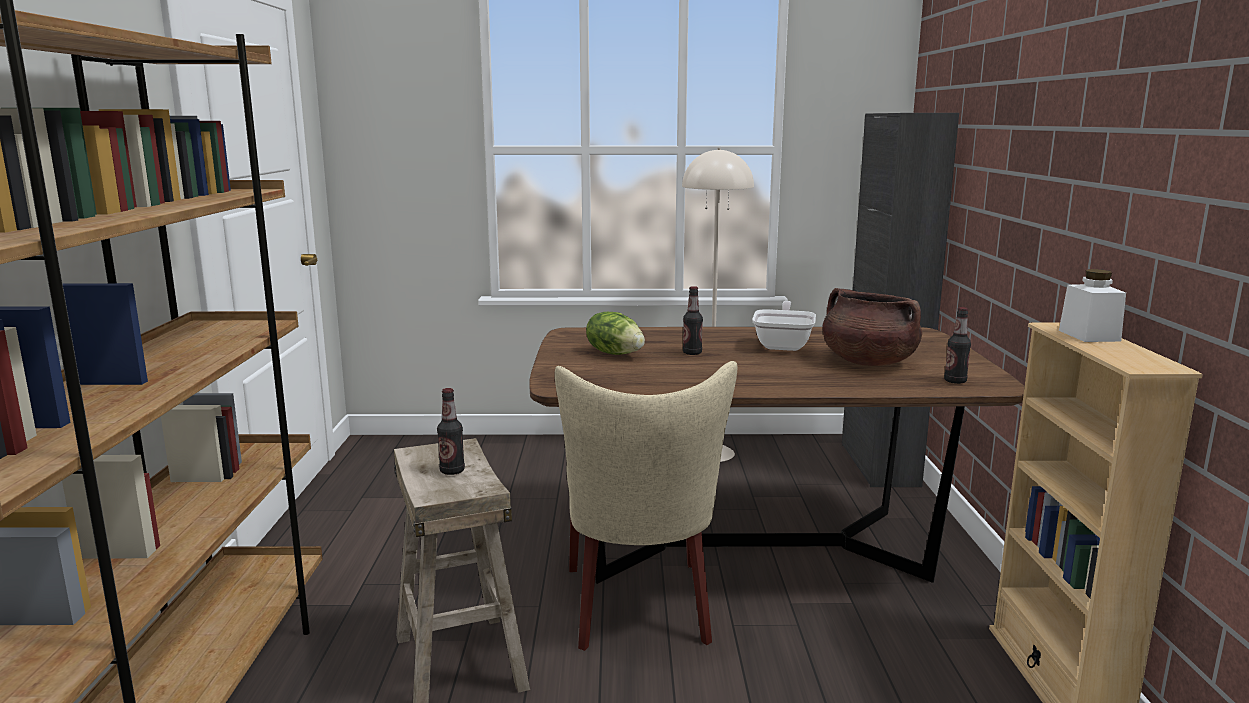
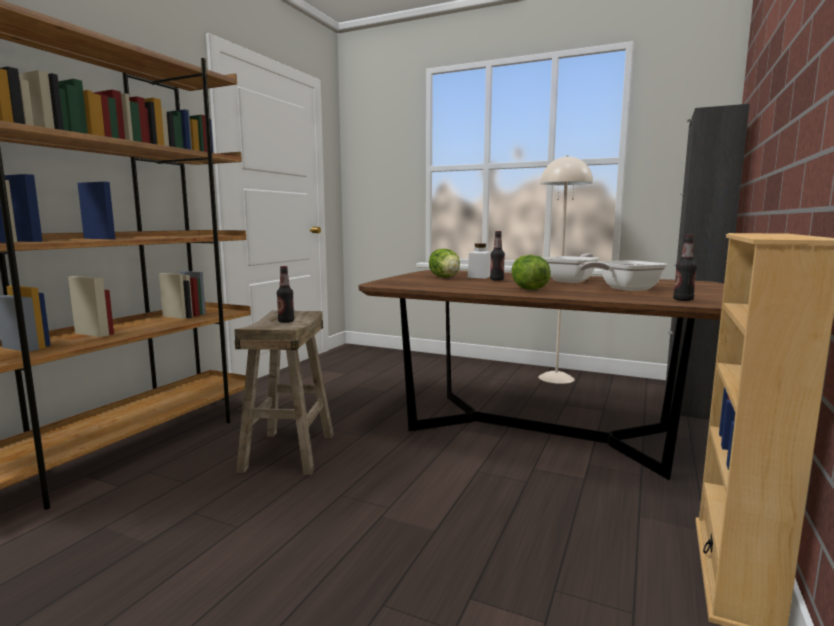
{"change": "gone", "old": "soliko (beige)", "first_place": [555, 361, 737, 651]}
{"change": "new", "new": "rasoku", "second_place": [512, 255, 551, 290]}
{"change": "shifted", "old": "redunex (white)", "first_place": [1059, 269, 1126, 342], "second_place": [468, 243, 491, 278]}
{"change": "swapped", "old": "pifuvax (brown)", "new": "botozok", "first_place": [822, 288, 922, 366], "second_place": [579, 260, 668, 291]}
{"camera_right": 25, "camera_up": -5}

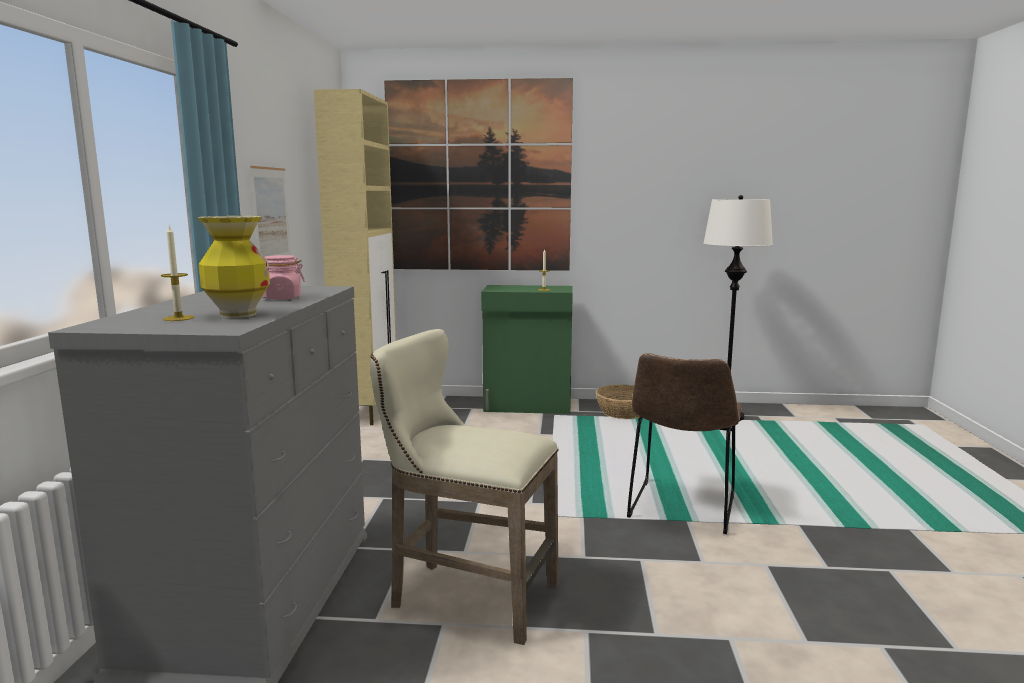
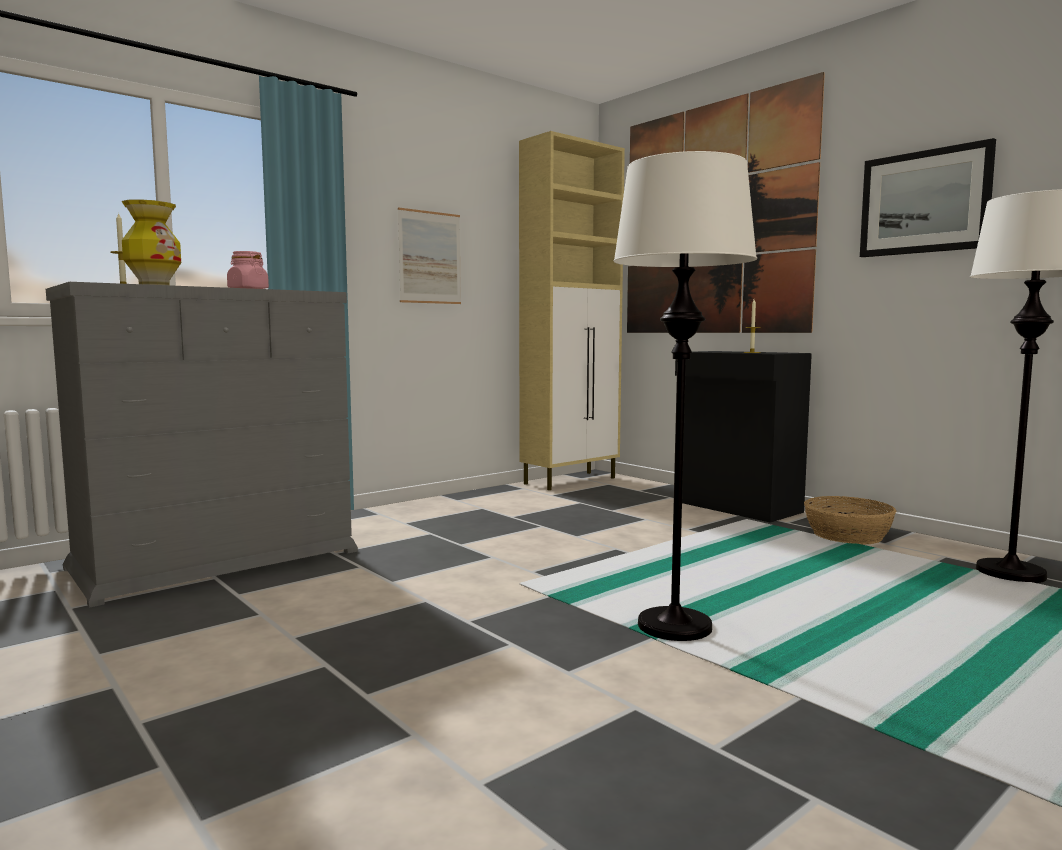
{"change": "gone", "old": "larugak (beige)", "first_place": [370, 329, 559, 645]}
{"change": "new", "new": "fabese", "second_place": [860, 138, 996, 257]}
{"change": "swapped", "old": "soliko (brown)", "new": "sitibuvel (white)", "first_place": [627, 353, 742, 534], "second_place": [613, 151, 757, 641]}
{"change": "repainted", "old": "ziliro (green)", "new": "ziliro (black)", "first_place": [481, 285, 573, 414], "second_place": [675, 351, 812, 523]}
{"camera_right": 45, "camera_up": -5}

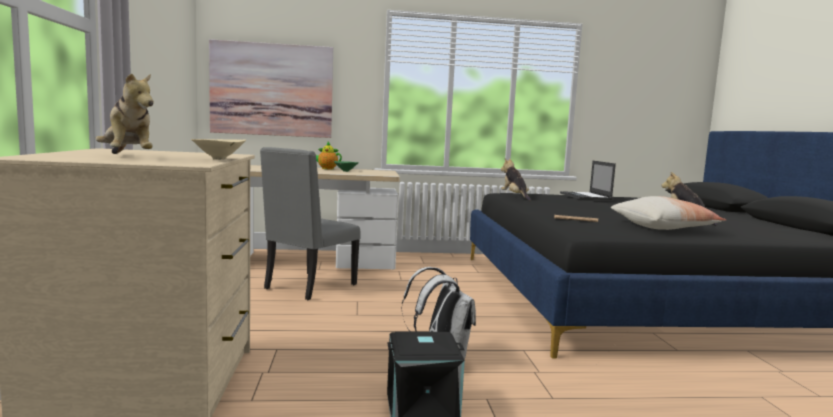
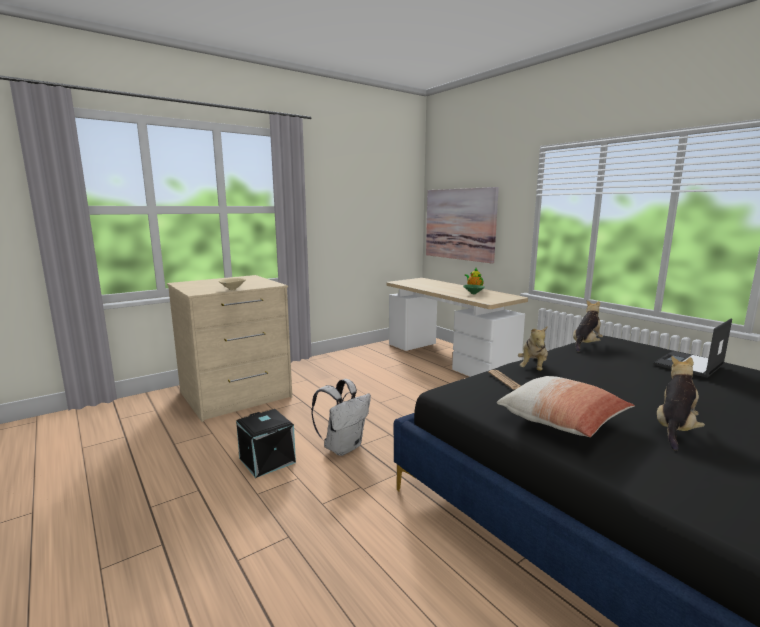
{"change": "gone", "old": "soliko (grey)", "first_place": [260, 147, 360, 300]}
{"change": "shifted", "old": "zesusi", "first_place": [95, 74, 154, 154], "second_place": [518, 326, 548, 371]}
{"camera_right": 60, "camera_up": 5}

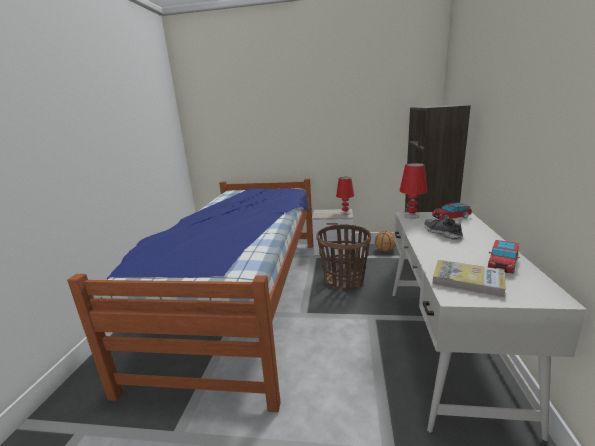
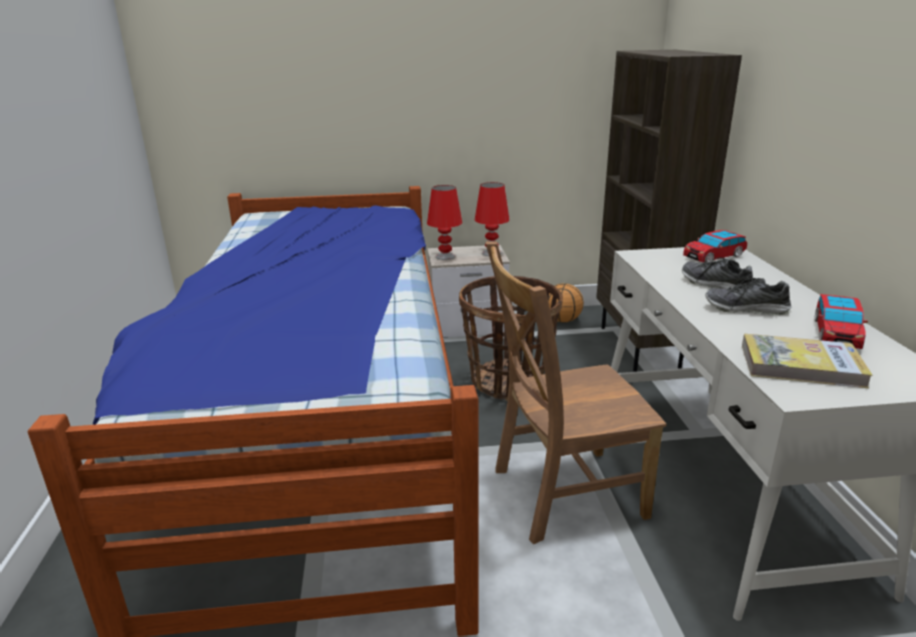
{"change": "new", "new": "soliko (brown)", "second_place": [486, 242, 666, 544]}
{"change": "new", "new": "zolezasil", "second_place": [706, 278, 791, 316]}
{"change": "shifted", "old": "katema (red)", "first_place": [399, 163, 428, 219], "second_place": [427, 185, 462, 260]}
{"camera_right": -15, "camera_up": 5}

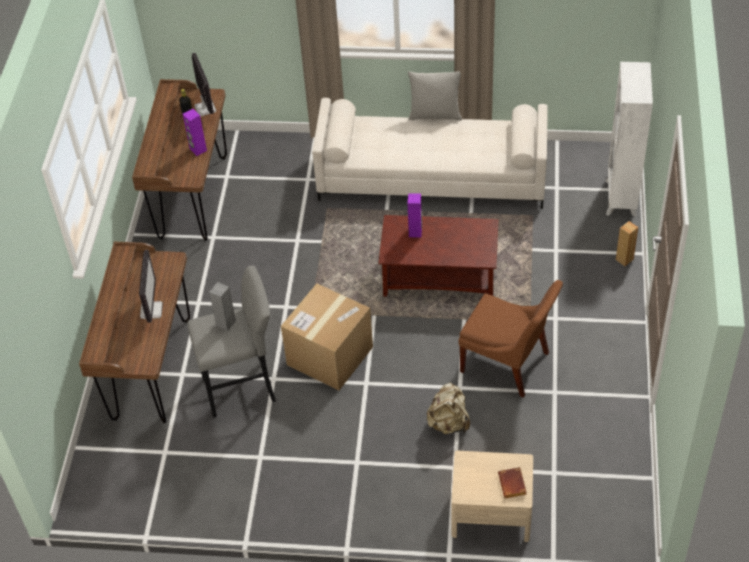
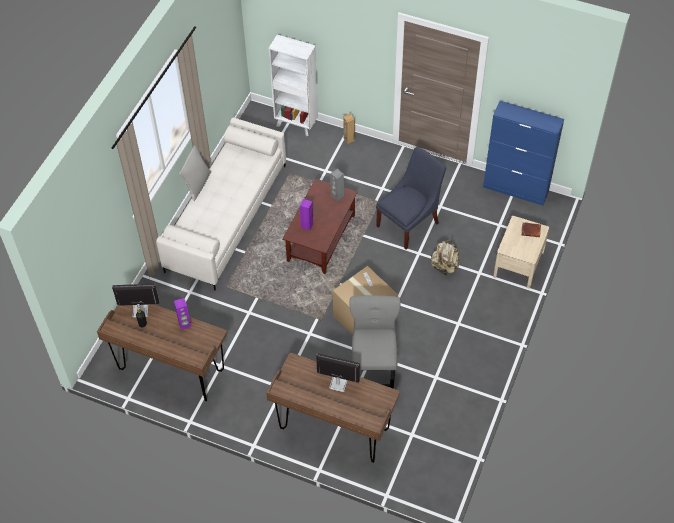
{"change": "new", "new": "ziliro (blue)", "second_place": [483, 101, 564, 206]}
{"change": "shifted", "old": "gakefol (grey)", "first_place": [209, 282, 236, 331], "second_place": [331, 169, 344, 201]}
{"change": "repainted", "old": "soliko (brown)", "new": "soliko (blue)", "first_place": [459, 280, 563, 398], "second_place": [376, 147, 446, 250]}
{"camera_right": -75, "camera_up": 5}

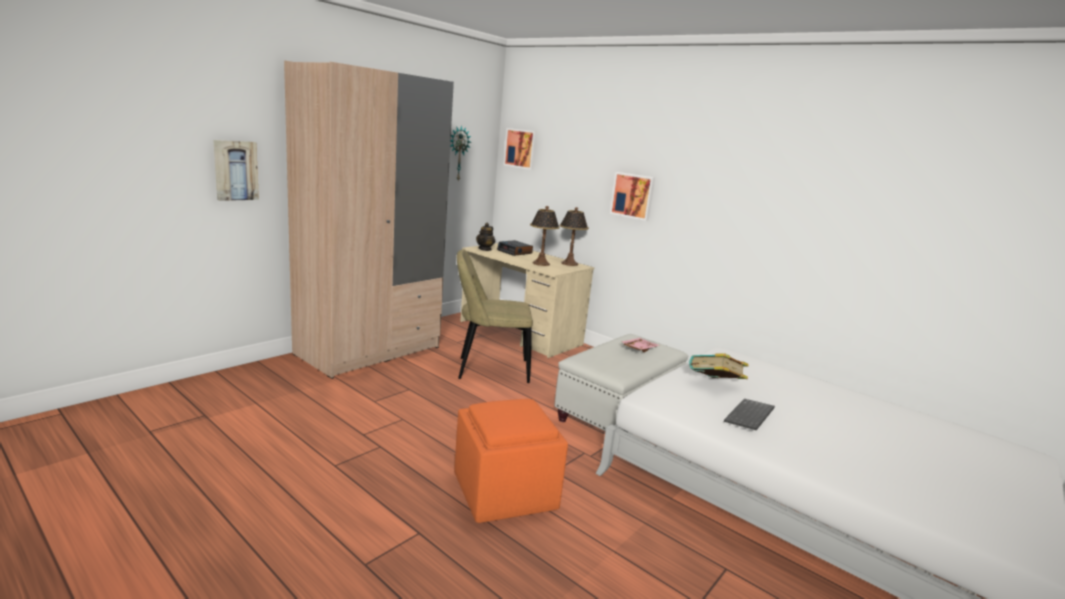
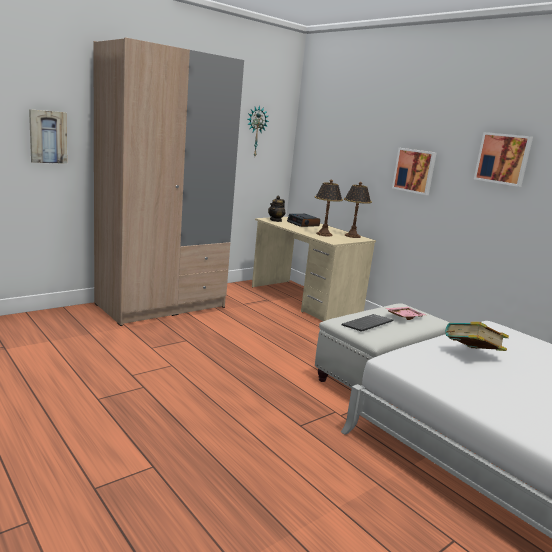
{"change": "gone", "old": "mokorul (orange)", "first_place": [454, 399, 568, 523]}
{"change": "gone", "old": "soliko (beige)", "first_place": [457, 249, 533, 383]}
{"change": "shifted", "old": "fabese", "first_place": [504, 128, 538, 170], "second_place": [474, 132, 533, 187]}
{"change": "shifted", "old": "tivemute", "first_place": [724, 399, 775, 430], "second_place": [342, 314, 393, 332]}
{"camera_right": 10, "camera_up": 0}

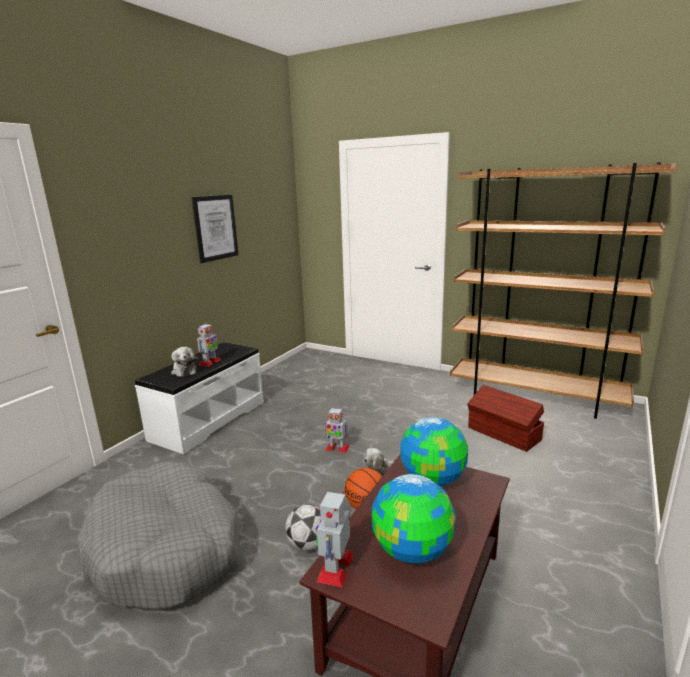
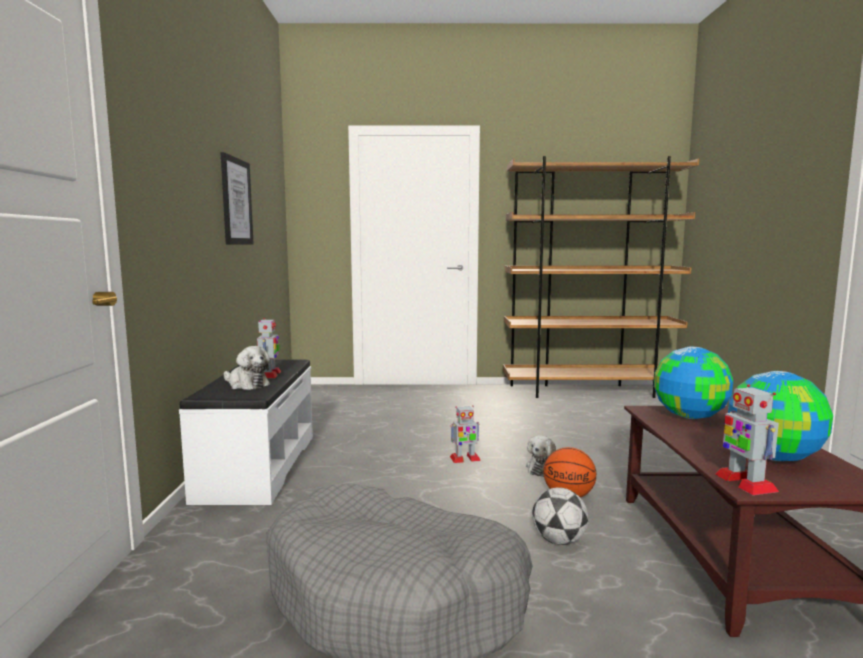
{"change": "gone", "old": "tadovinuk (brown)", "first_place": [467, 385, 544, 452]}
{"camera_right": -30, "camera_up": -10}

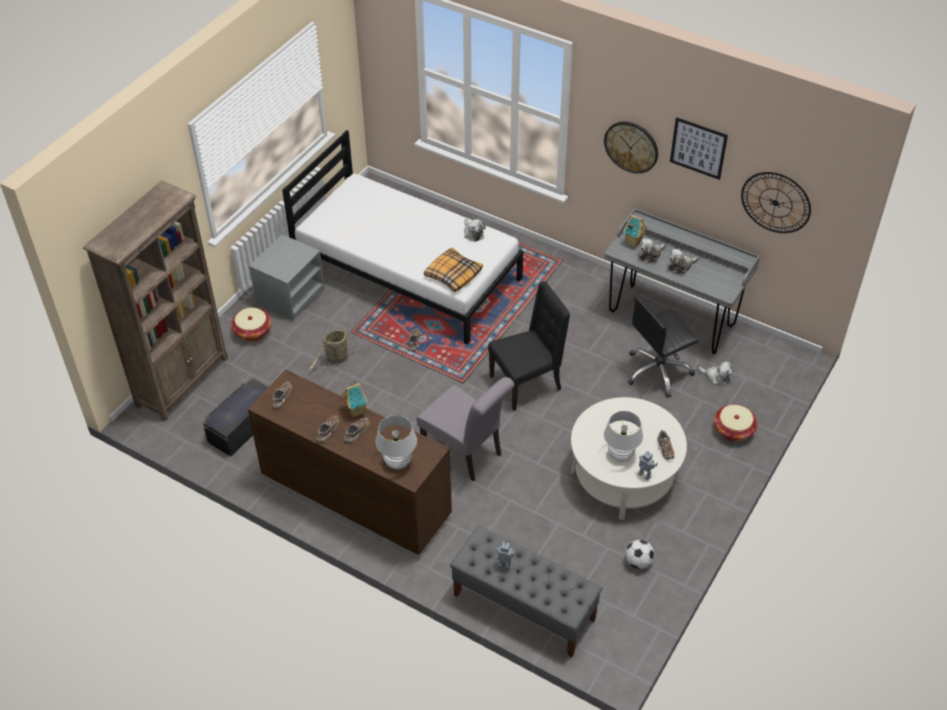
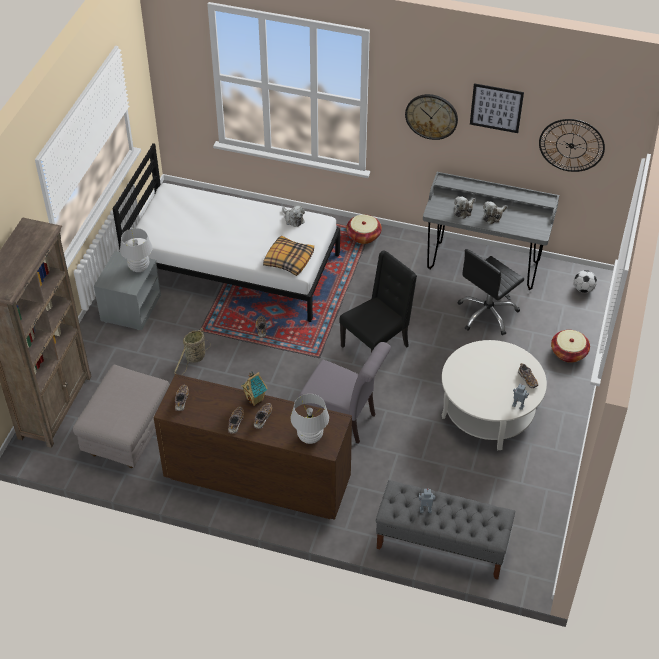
{"change": "gone", "old": "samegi", "first_place": [623, 214, 647, 248]}
{"change": "gone", "old": "zesusi", "first_place": [699, 361, 733, 385]}
{"change": "shifted", "old": "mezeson", "first_place": [231, 308, 271, 341], "second_place": [346, 215, 382, 244]}
{"change": "shifted", "old": "katema (white)", "first_place": [604, 411, 643, 462], "second_place": [120, 228, 153, 272]}
{"change": "shifted", "old": "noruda", "first_place": [625, 540, 654, 569], "second_place": [574, 270, 597, 293]}
{"change": "swapped", "old": "tadovinuk (black)", "new": "mokorul (grey)", "first_place": [203, 378, 268, 457], "second_place": [73, 364, 170, 468]}
{"camera_right": -15, "camera_up": 0}

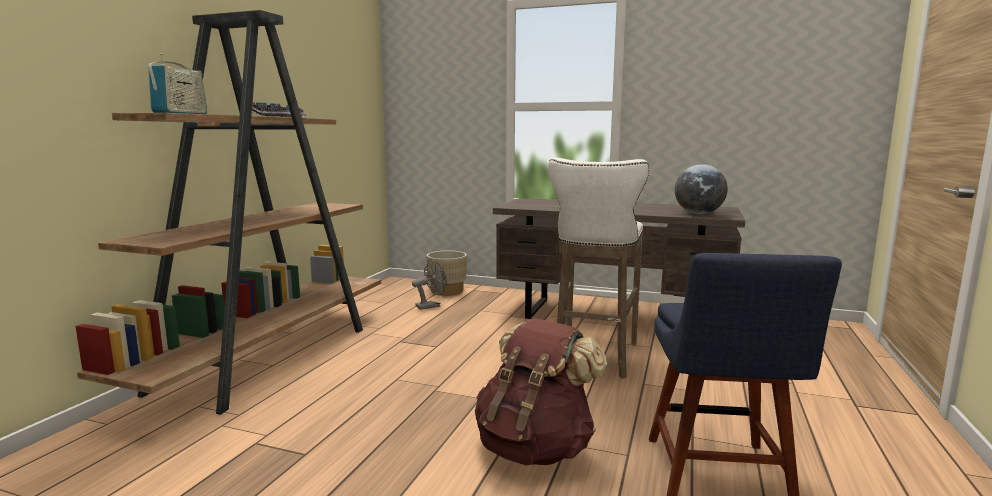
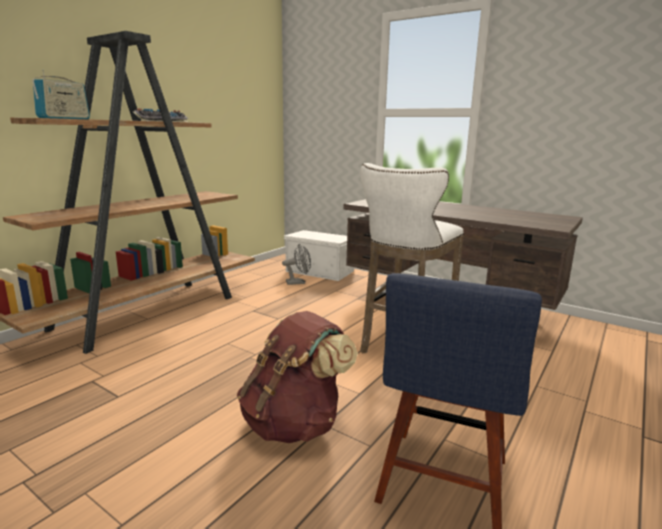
{"change": "gone", "old": "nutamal", "first_place": [675, 164, 728, 214]}
{"change": "swapped", "old": "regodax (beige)", "new": "tadovinuk (white)", "first_place": [426, 250, 467, 296], "second_place": [284, 230, 354, 281]}
{"camera_right": 15, "camera_up": 5}

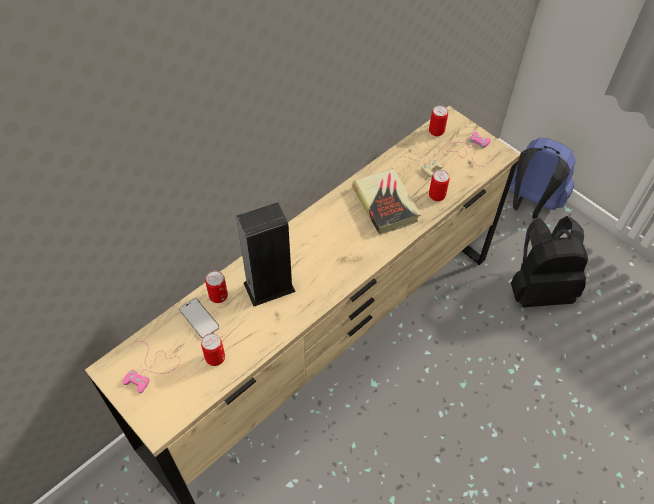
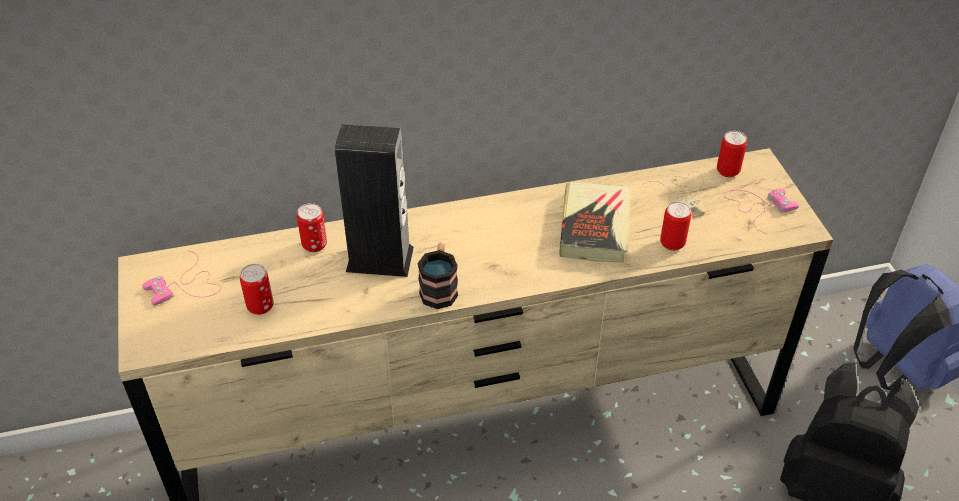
{"change": "gone", "old": "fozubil", "first_place": [179, 298, 219, 339]}
{"change": "new", "new": "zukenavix", "second_place": [417, 243, 458, 309]}
{"camera_right": 30, "camera_up": -10}

